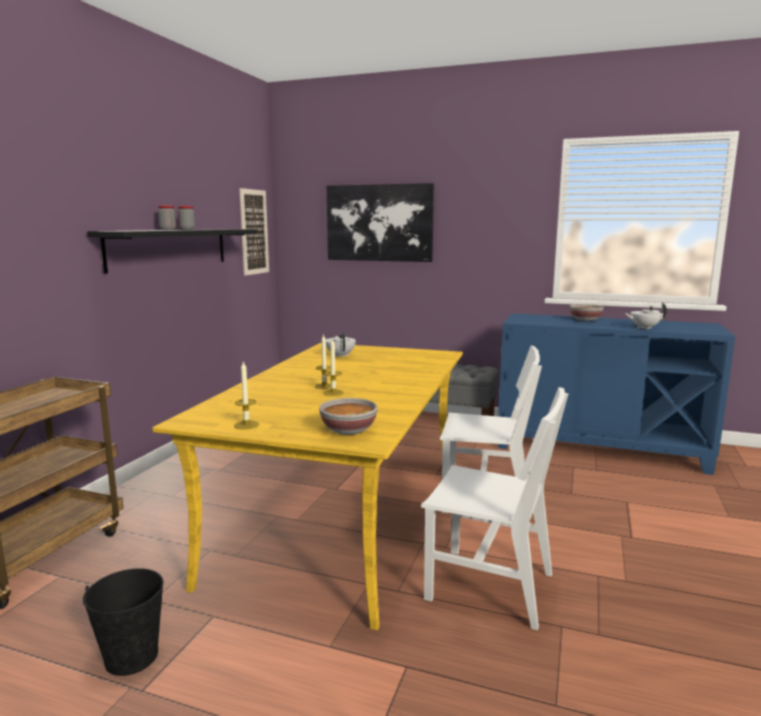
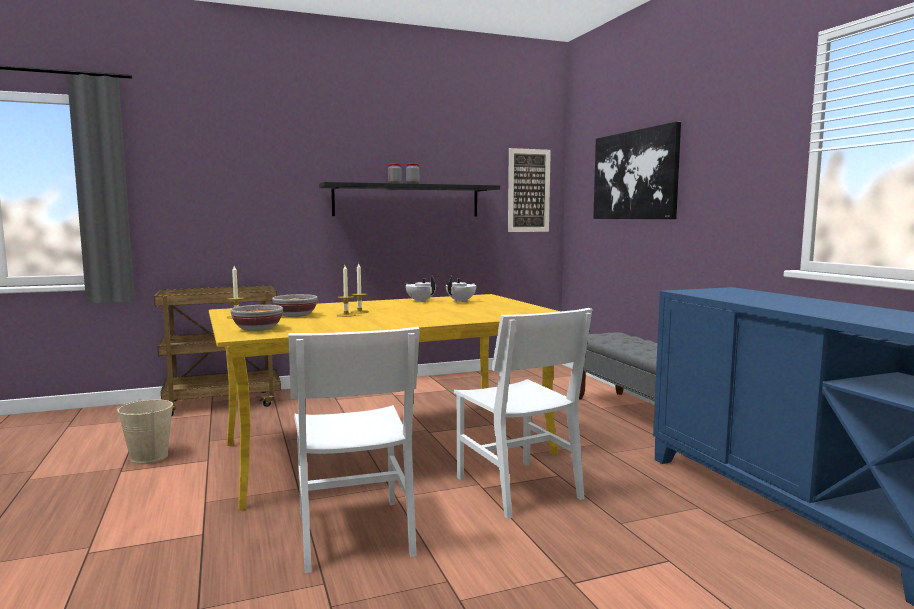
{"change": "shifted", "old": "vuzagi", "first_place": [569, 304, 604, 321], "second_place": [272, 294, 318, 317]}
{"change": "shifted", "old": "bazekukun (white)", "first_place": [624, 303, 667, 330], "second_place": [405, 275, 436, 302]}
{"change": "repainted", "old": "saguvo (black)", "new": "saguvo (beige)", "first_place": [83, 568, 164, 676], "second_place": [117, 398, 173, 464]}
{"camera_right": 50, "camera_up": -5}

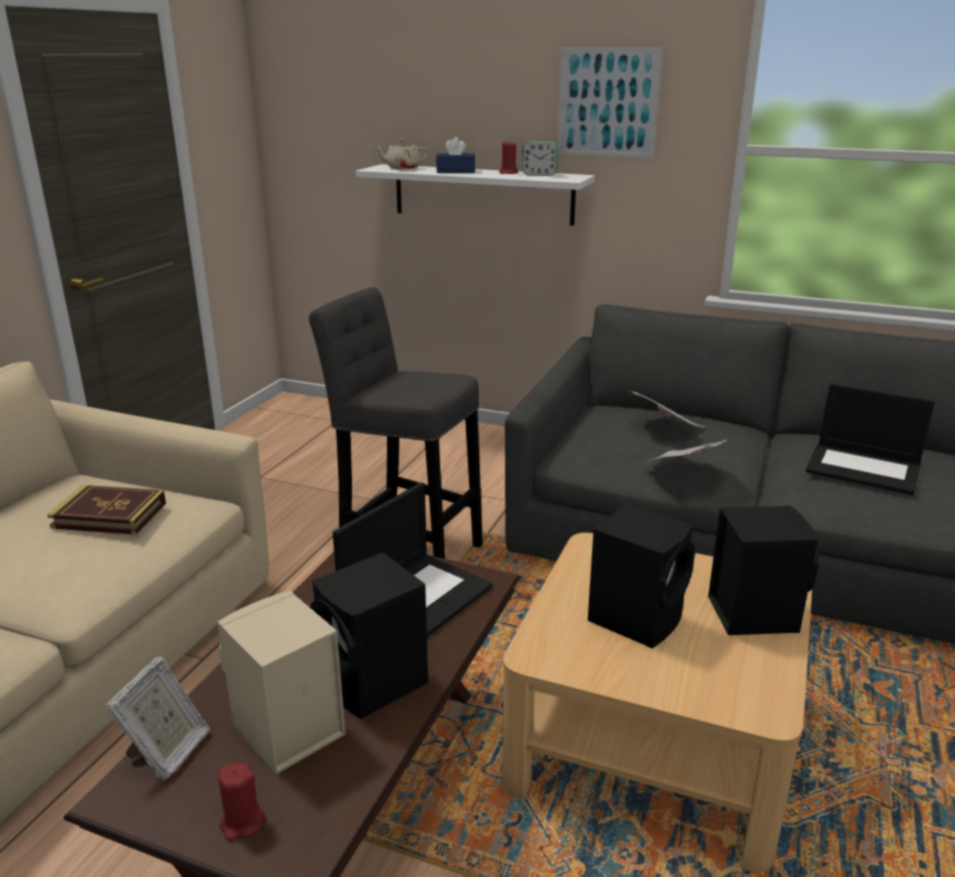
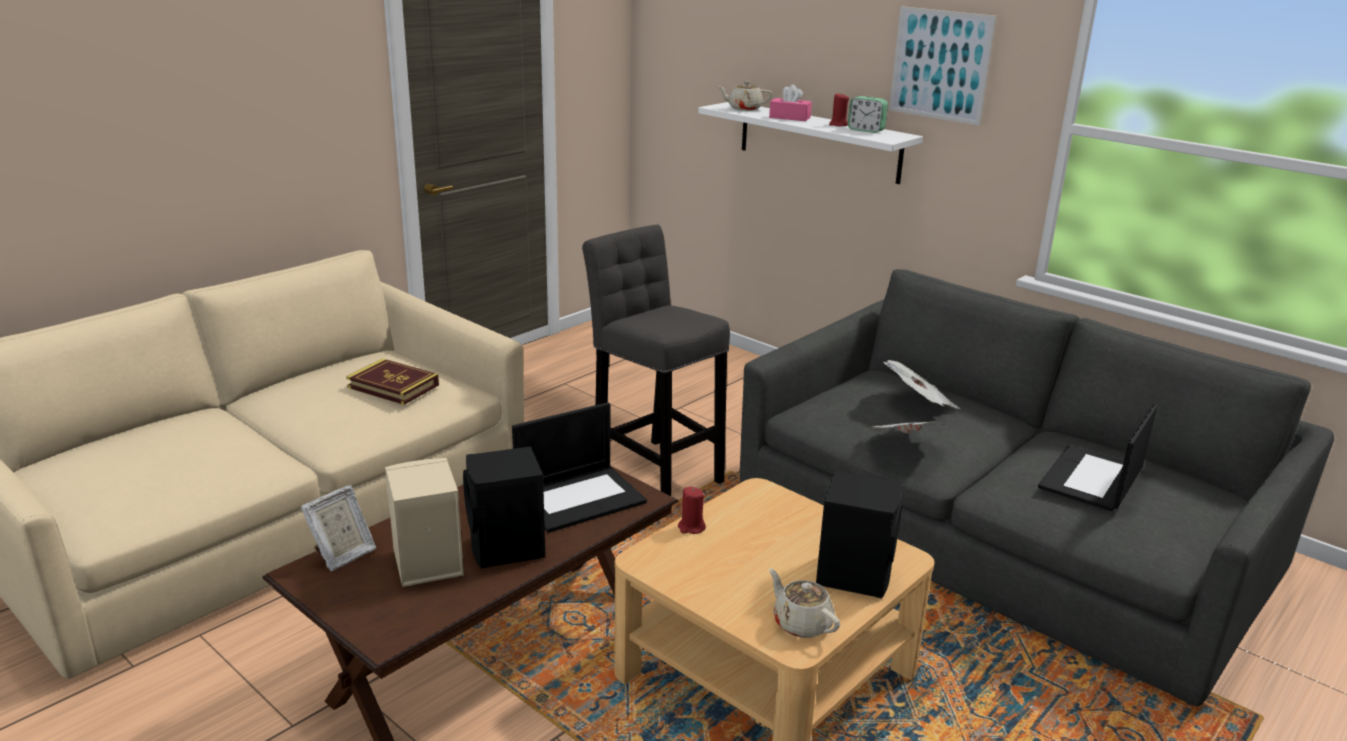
{"change": "gone", "old": "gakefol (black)", "first_place": [588, 503, 695, 648]}
{"change": "new", "new": "bazekukun (beige)", "second_place": [769, 568, 840, 638]}
{"change": "shifted", "old": "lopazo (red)", "first_place": [218, 763, 266, 841], "second_place": [678, 487, 706, 534]}
{"change": "repainted", "old": "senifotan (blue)", "new": "senifotan (pink)", "first_place": [436, 137, 475, 173], "second_place": [769, 84, 812, 121]}
{"change": "rotated", "old": "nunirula", "first_place": [806, 384, 935, 495], "second_place": [1038, 404, 1158, 511], "degrees": 75}
{"camera_right": 20, "camera_up": 0}

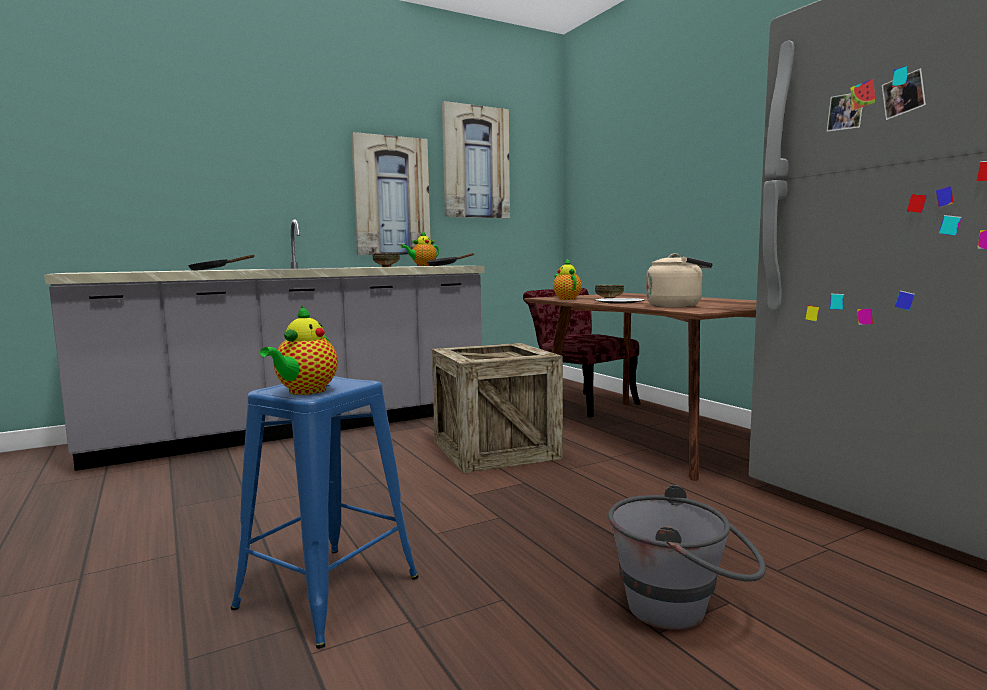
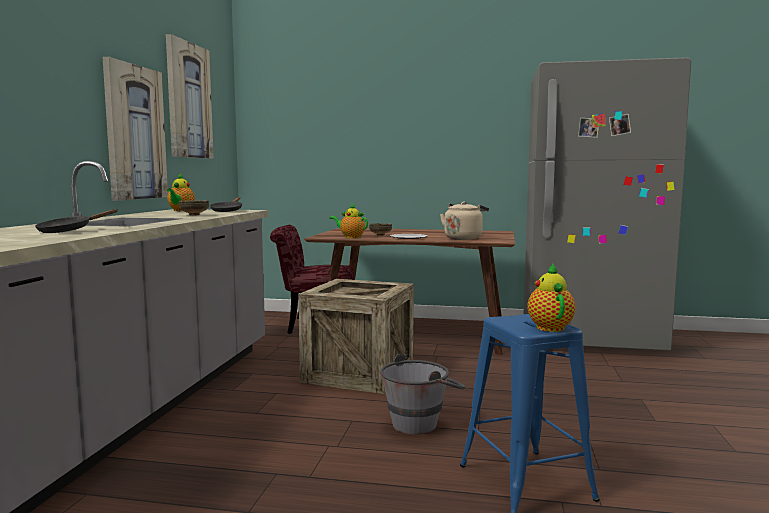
{"change": "shifted", "old": "saguvo (grey)", "first_place": [608, 485, 766, 630], "second_place": [380, 354, 466, 435]}
{"change": "rotated", "old": "bazekukun", "first_place": [260, 305, 338, 395], "second_place": [527, 263, 575, 332], "degrees": -150}
{"camera_right": -50, "camera_up": 0}

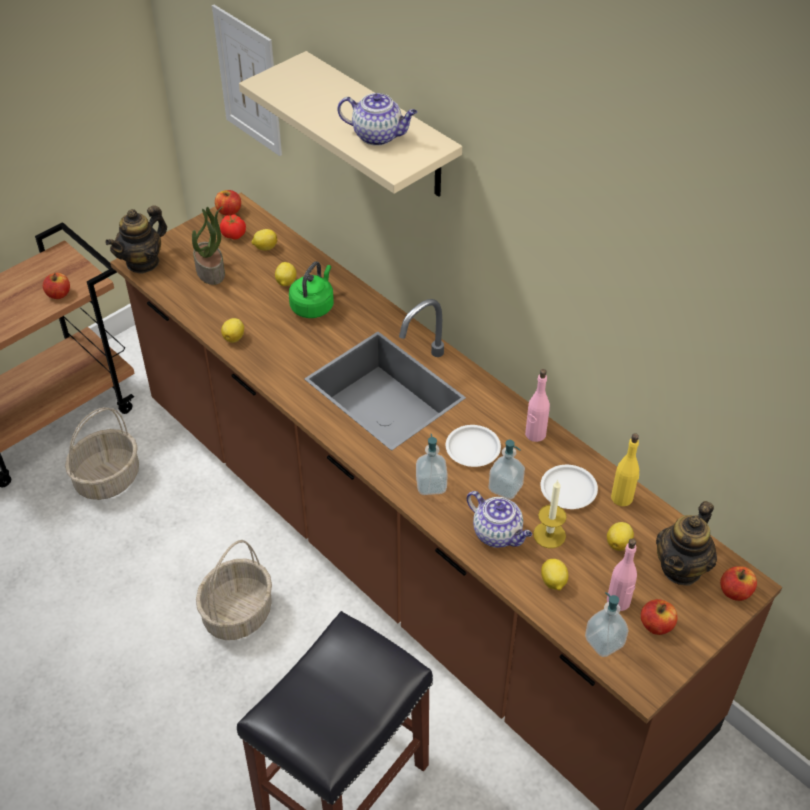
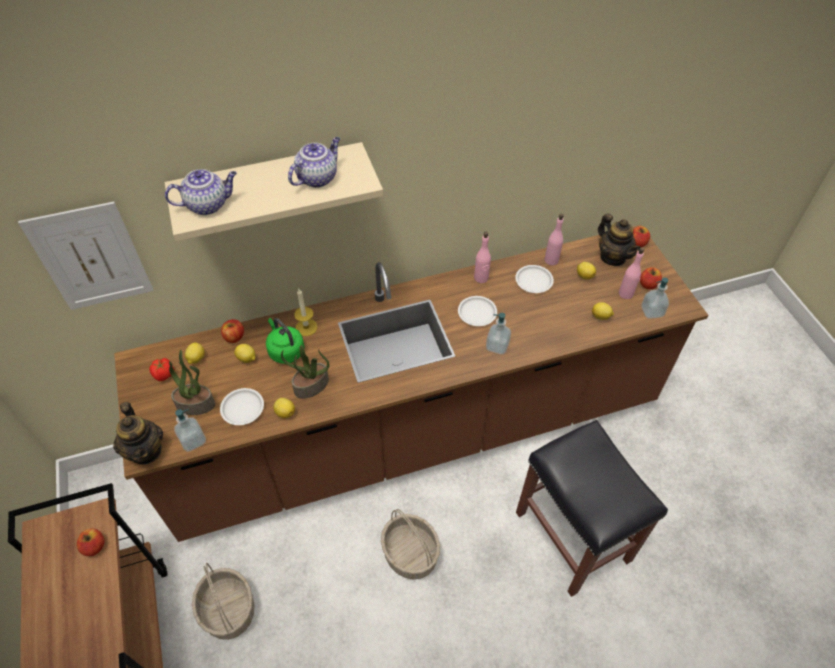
{"change": "new", "new": "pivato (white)", "second_place": [220, 388, 264, 425]}
{"change": "new", "new": "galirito", "second_place": [281, 345, 330, 399]}
{"change": "shifted", "old": "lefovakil", "first_place": [215, 190, 241, 215], "second_place": [221, 319, 244, 343]}
{"change": "shifted", "old": "bazekukun", "first_place": [467, 491, 532, 548], "second_place": [165, 169, 237, 215]}
{"change": "shifted", "old": "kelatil", "first_place": [488, 440, 525, 500], "second_place": [174, 409, 206, 452]}
{"change": "shifted", "old": "lopazo", "first_place": [533, 480, 567, 548], "second_place": [294, 289, 318, 336]}
{"change": "repainted", "old": "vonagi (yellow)", "new": "vonagi (pink)", "first_place": [611, 433, 639, 506], "second_place": [545, 214, 564, 265]}
{"camera_right": -65, "camera_up": 5}

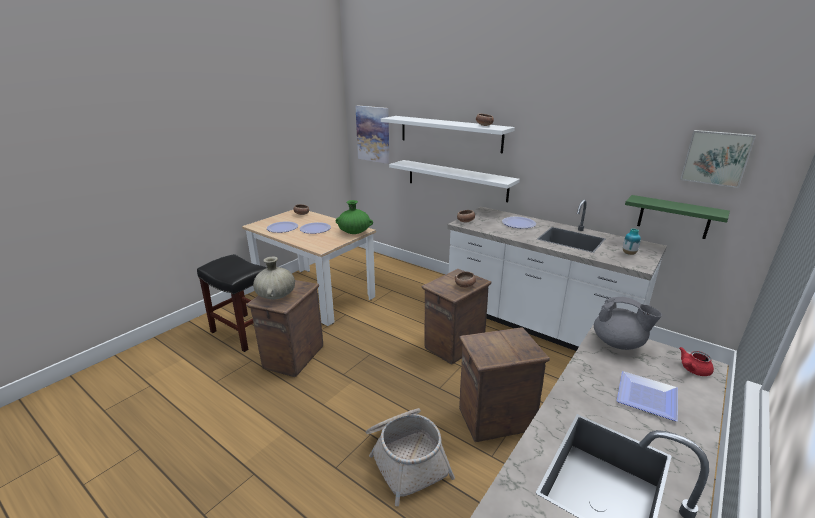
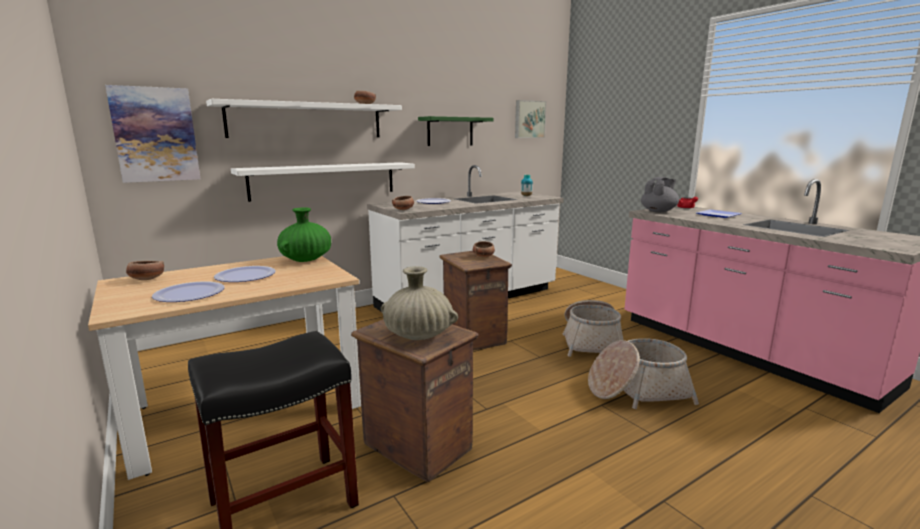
{"change": "shifted", "old": "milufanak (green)", "first_place": [625, 195, 730, 239], "second_place": [418, 116, 494, 146]}
{"change": "swapped", "old": "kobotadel", "new": "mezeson", "first_place": [459, 327, 550, 442], "second_place": [563, 300, 624, 357]}
{"camera_right": -70, "camera_up": -10}

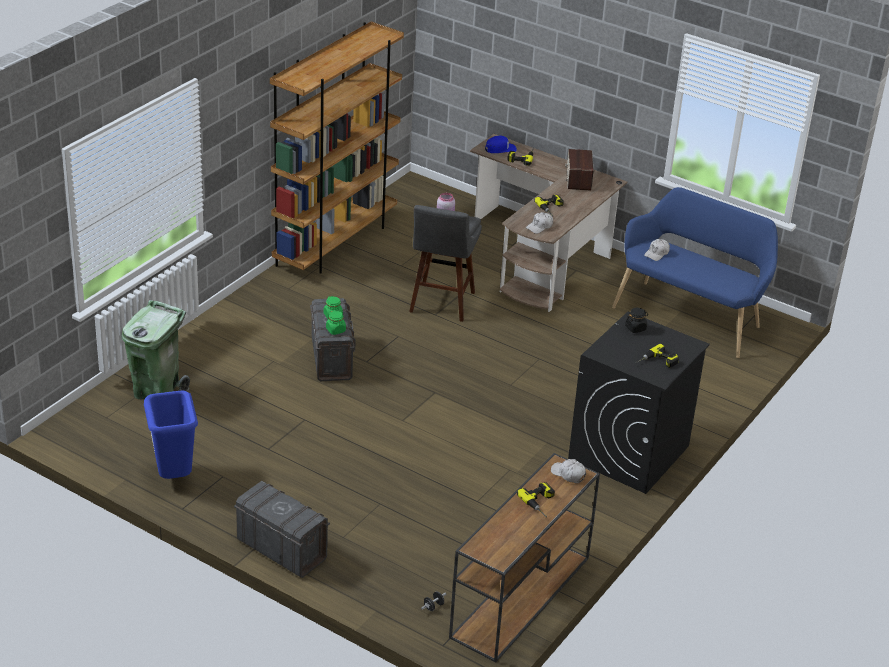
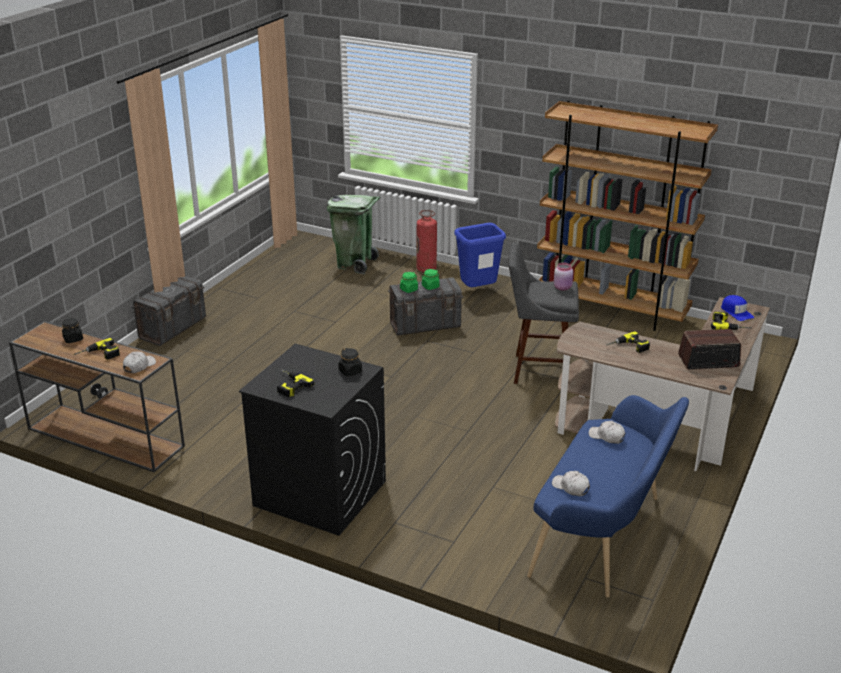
{"change": "new", "new": "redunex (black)", "second_place": [62, 318, 83, 343]}
{"change": "new", "new": "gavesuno", "second_place": [416, 210, 437, 273]}
{"change": "shifted", "old": "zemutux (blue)", "first_place": [144, 390, 198, 479], "second_place": [454, 223, 506, 287]}
{"change": "shifted", "old": "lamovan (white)", "first_place": [526, 212, 553, 234], "second_place": [552, 471, 590, 496]}
{"camera_right": 85, "camera_up": -5}

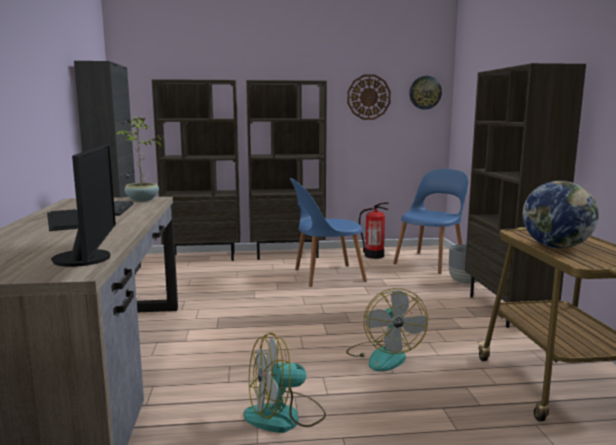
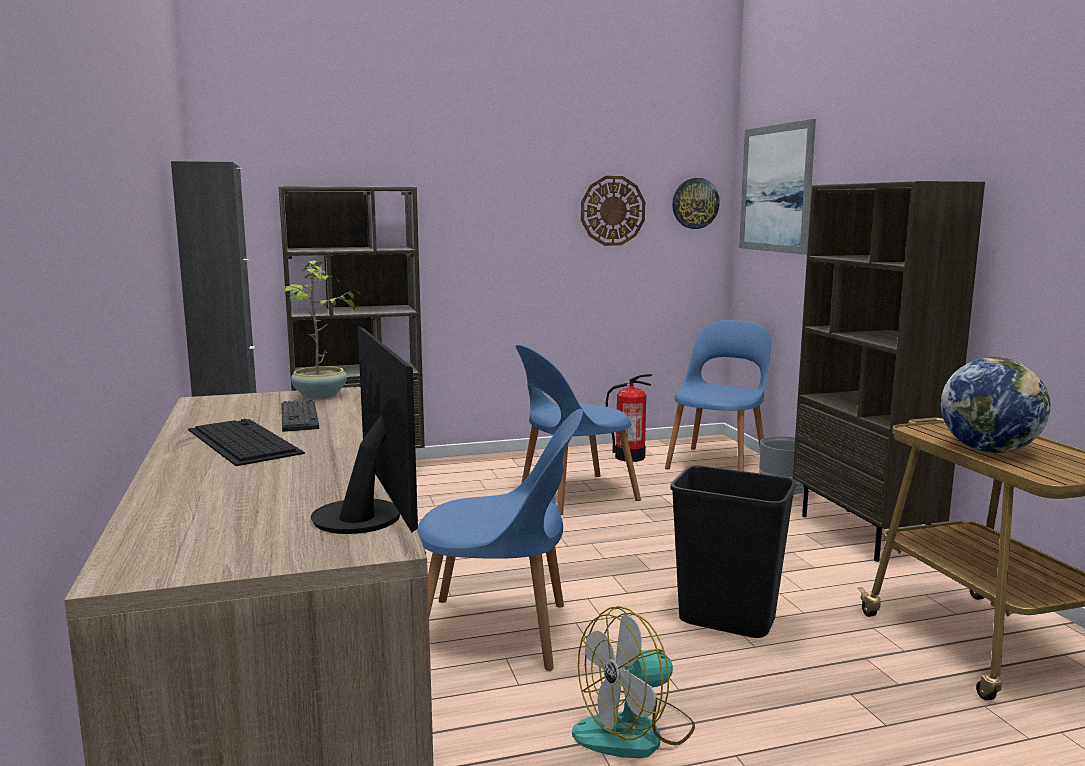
{"change": "gone", "old": "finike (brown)", "first_place": [246, 80, 327, 260]}
{"change": "new", "new": "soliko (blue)", "second_place": [417, 409, 583, 671]}
{"change": "new", "new": "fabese", "second_place": [739, 119, 816, 255]}
{"change": "swapped", "old": "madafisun", "new": "zemutux (black)", "first_place": [346, 288, 428, 371], "second_place": [670, 465, 797, 638]}
{"camera_right": -10, "camera_up": 0}

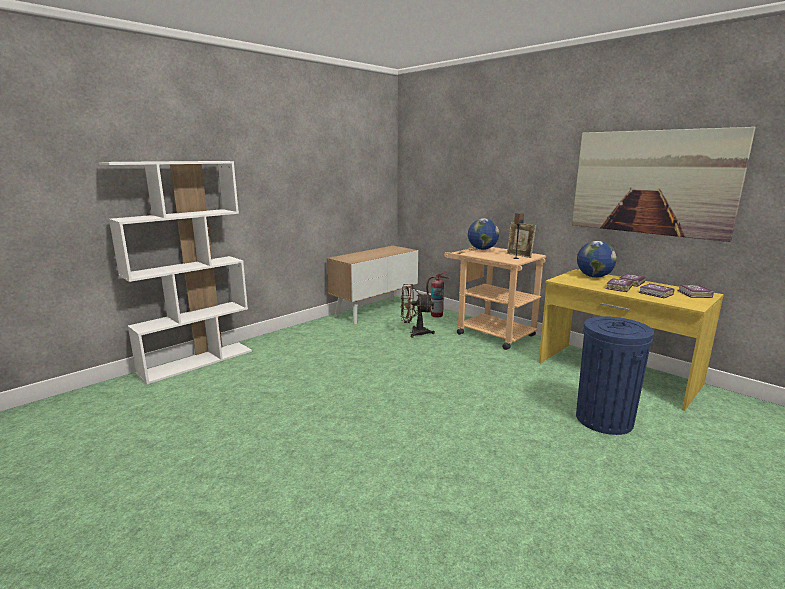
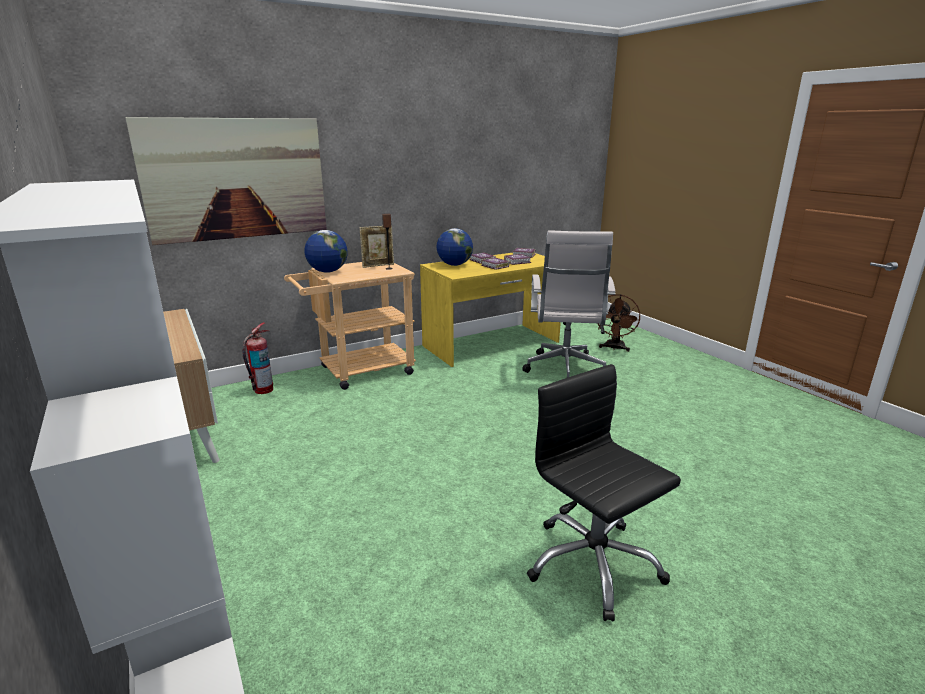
{"change": "new", "new": "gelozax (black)", "second_place": [527, 364, 681, 621]}
{"change": "shifted", "old": "madafisun (brown)", "first_place": [401, 284, 435, 338], "second_place": [597, 294, 640, 352]}
{"change": "shifted", "old": "fabese", "first_place": [572, 127, 756, 242], "second_place": [125, 117, 327, 245]}
{"change": "swapped", "old": "zemutux (blue)", "new": "gelozax (white)", "first_place": [576, 316, 654, 435], "second_place": [522, 230, 616, 378]}
{"camera_right": -75, "camera_up": 5}

